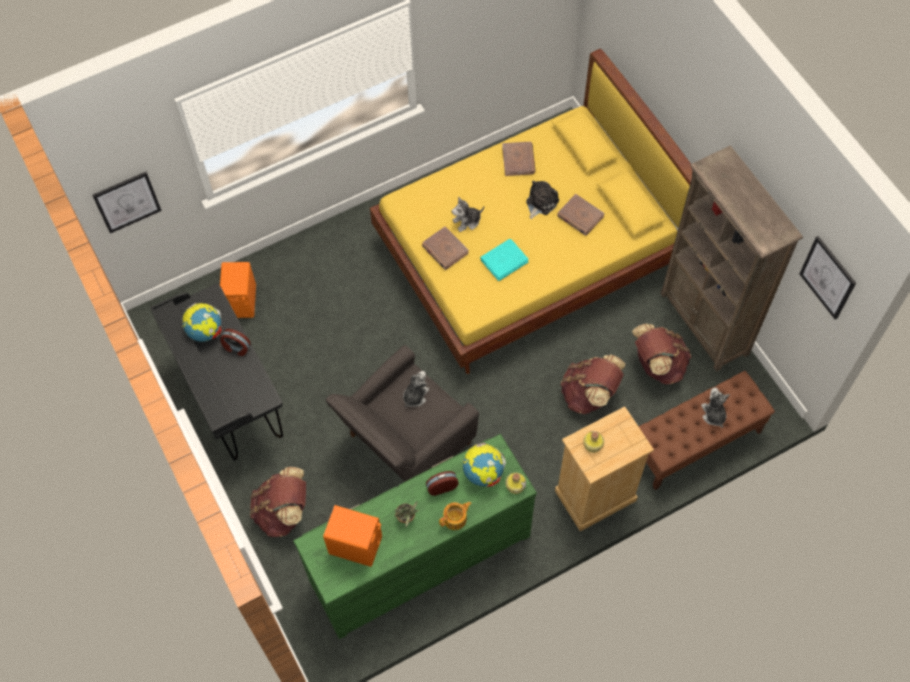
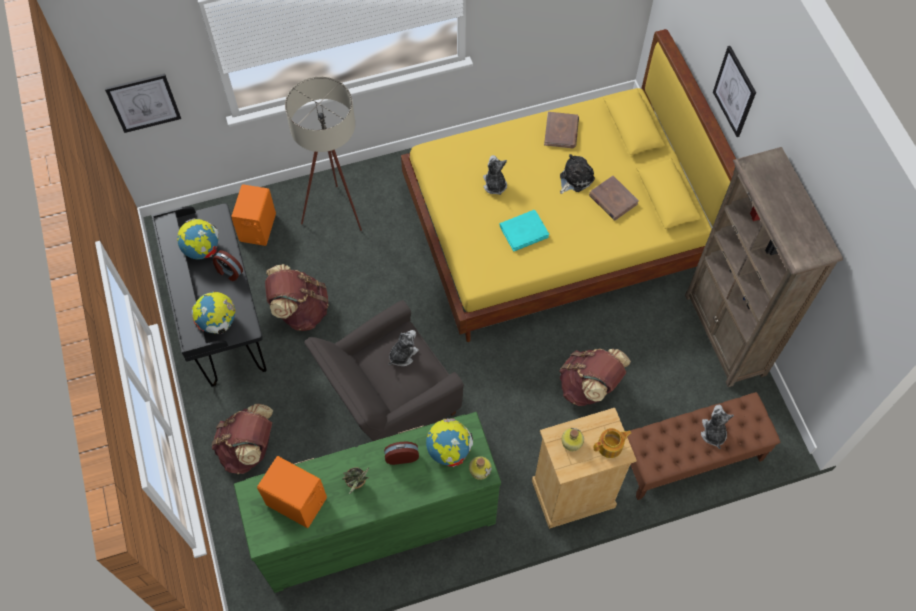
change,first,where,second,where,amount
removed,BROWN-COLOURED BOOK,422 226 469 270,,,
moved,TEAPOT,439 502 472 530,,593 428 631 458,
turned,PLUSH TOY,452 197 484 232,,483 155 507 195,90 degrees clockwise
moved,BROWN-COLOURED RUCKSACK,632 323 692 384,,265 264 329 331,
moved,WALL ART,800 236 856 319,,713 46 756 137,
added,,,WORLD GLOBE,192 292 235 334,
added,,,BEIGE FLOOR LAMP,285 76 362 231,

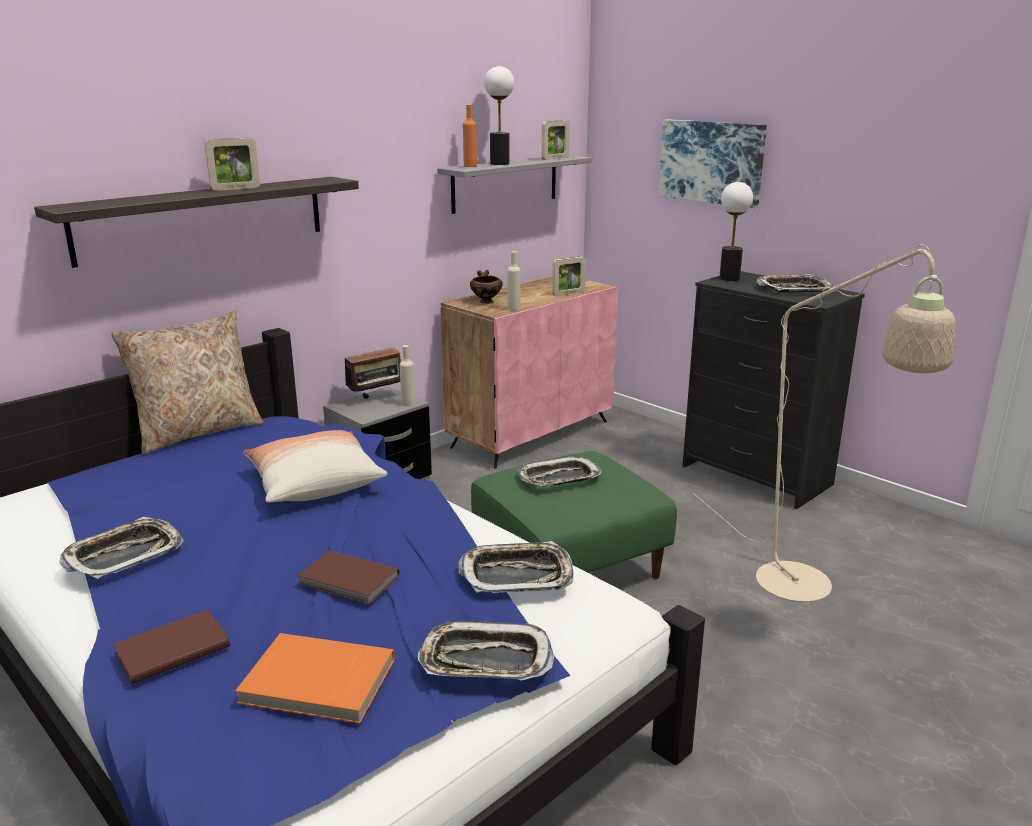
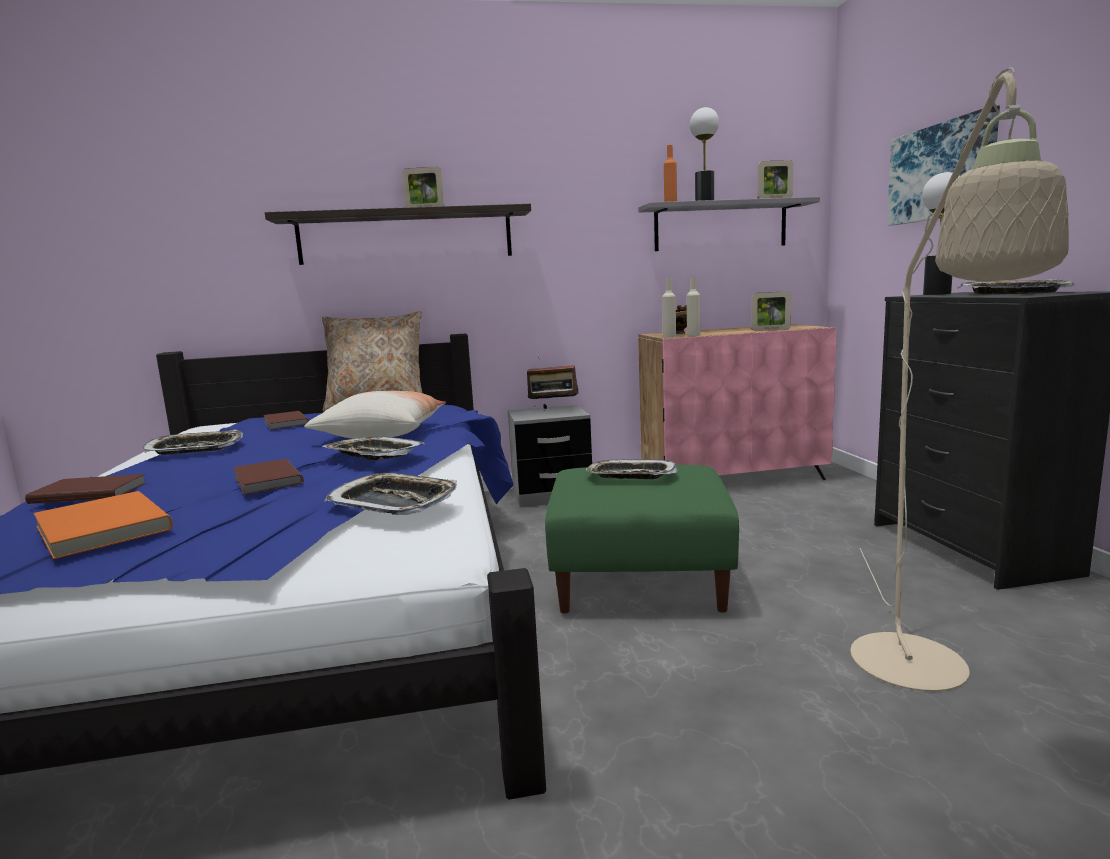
change,first,where,second,where,amount
moved,BEIGE BOTTLE,399 345 415 406,,662 278 676 338,
moved,SERVING TRAY,418 621 554 680,,323 436 426 460,
added,,,BROWN-COLOURED BOOK,263 411 309 430,

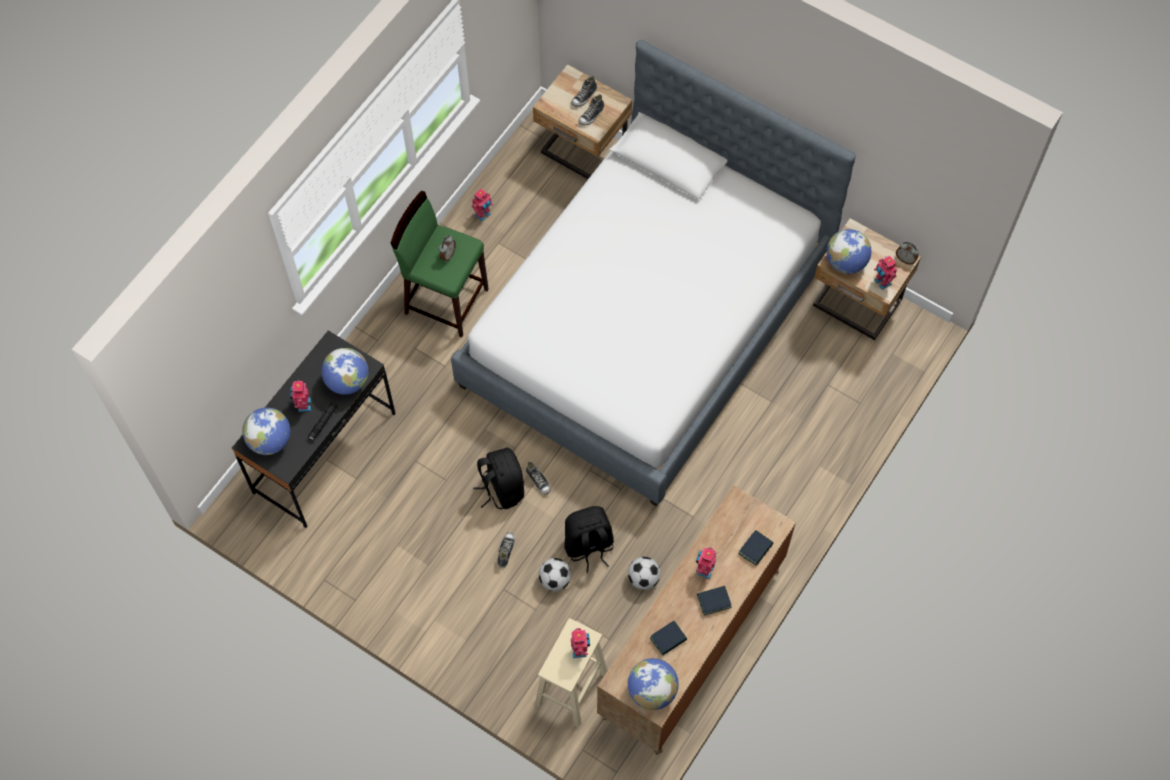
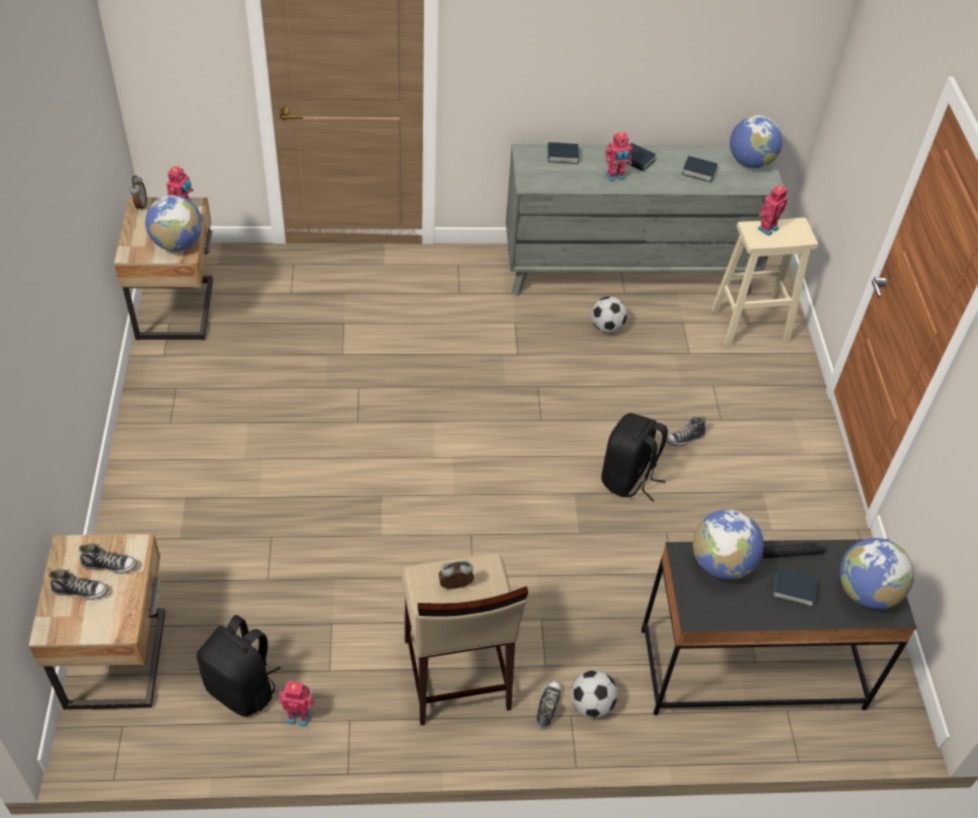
change,first,where,second,where,amount
replaced,MODEL ROBOT,290 381 311 412,BOOK,772 567 818 608,
recoloured,GREENISH STOOL SEAT,391 191 489 337,BEIGE STOOL SEAT,402 553 528 725,
removed,BEDROOM BED,451 40 856 506,,,
moved,LOW SHOE,526 461 551 494,,536 680 562 729,
moved,BALL FOR FOOTBALL,539 558 571 591,,571 670 617 718,
moved,BLACKISH RUCKSACK,564 506 614 574,,196 615 281 717,
recoloured,BROWN-COLOURED CHEST OF DRAWERS,597 485 796 755,GREYISH CHEST OF DRAWERS,506 144 784 296,

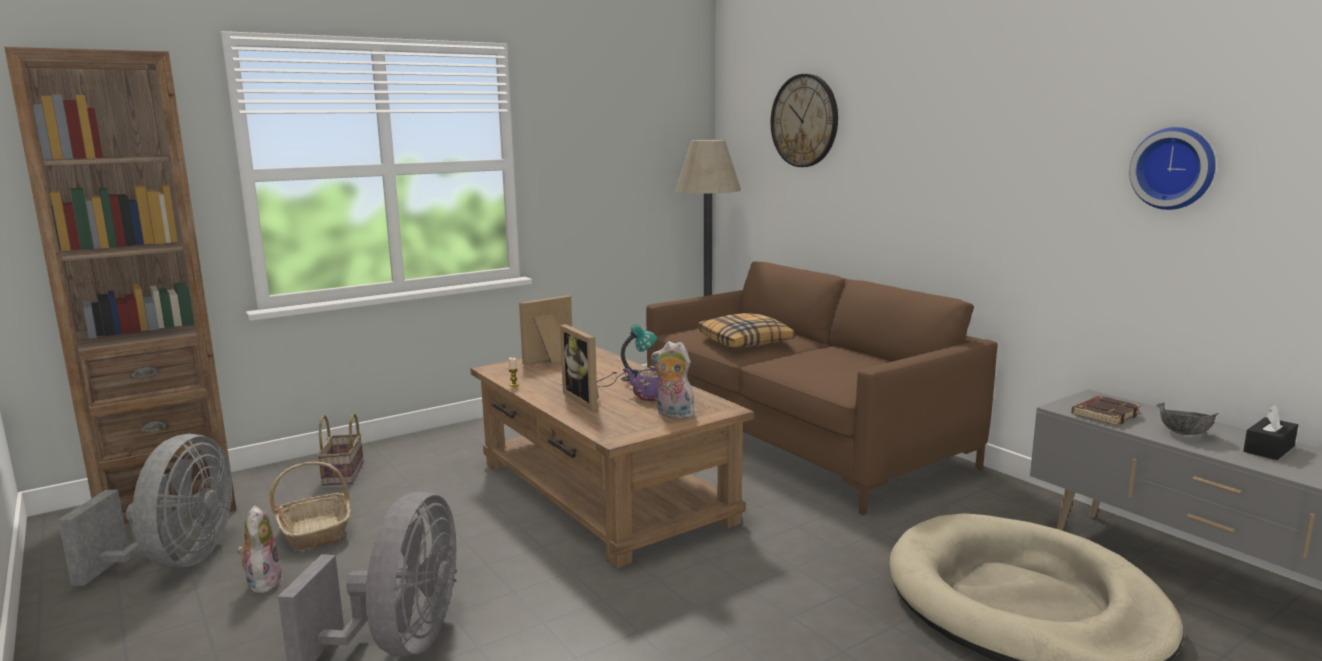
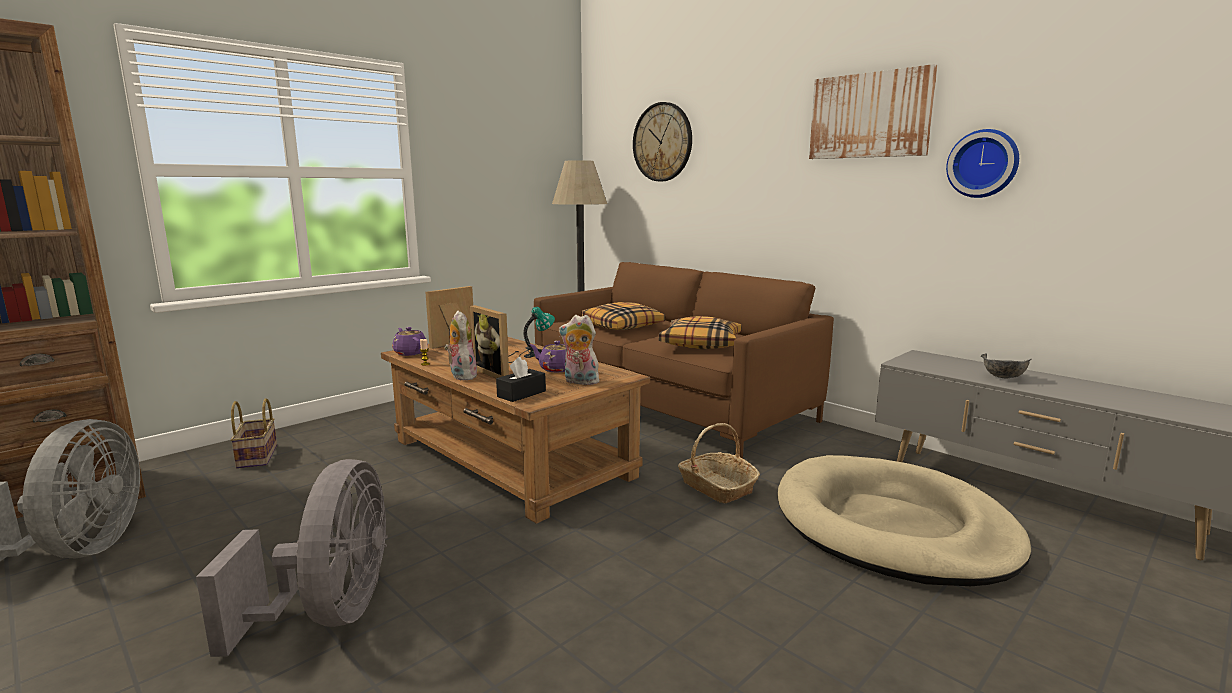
change,first,where,second,where,amount
moved,PLUSH TOY,237 506 283 593,,445 310 477 380,
moved,STORAGE BASKET,270 462 351 550,,678 423 760 503,
removed,BROWN-COLOURED BOOK,1071 396 1141 426,,,
moved,BLACKISH TISSUE BOX,1243 404 1298 460,,496 357 546 402,
added,,,PURPLE TEAPOT,392 327 428 356,
added,,,PILLOW,659 316 742 349,
added,,,WALL ART,809 64 938 159,

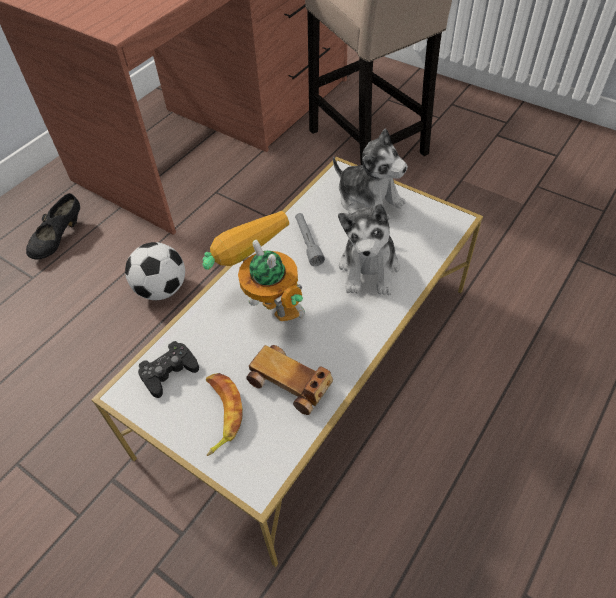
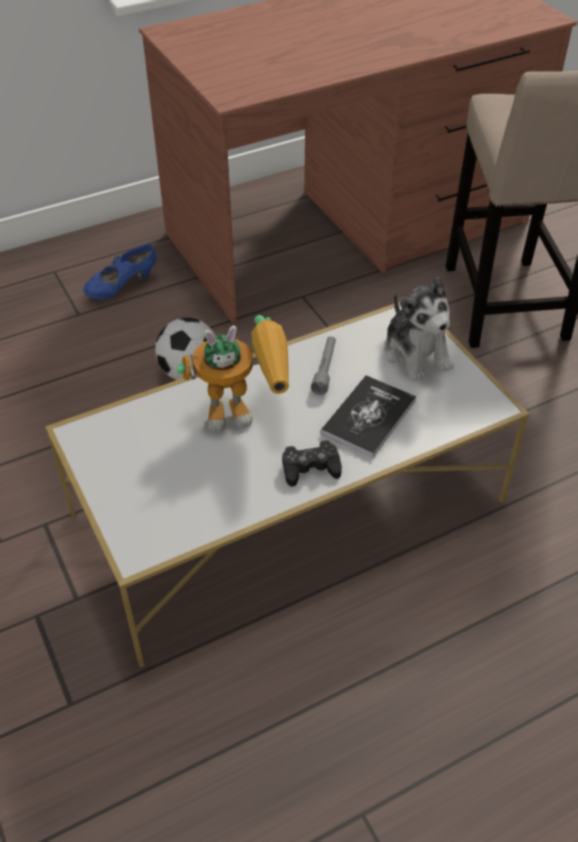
change,first,where,second,where,amount
recoloured,BLACKISH LOW SHOE,26 193 80 259,BLUISH LOW SHOE,83 244 157 300,
moved,BLACKISH GAMEPAD,138 341 199 398,,282 440 342 487,
turned,MODEL ROBOT,203 211 305 321,,176 315 289 433,90 degrees clockwise
removed,BANANA FRUIT,206 373 243 456,,,
removed,MINIATURE CAR,246 345 333 415,,,
replaced,PLUSH TOY,338 204 400 295,BOOK,321 375 416 458,

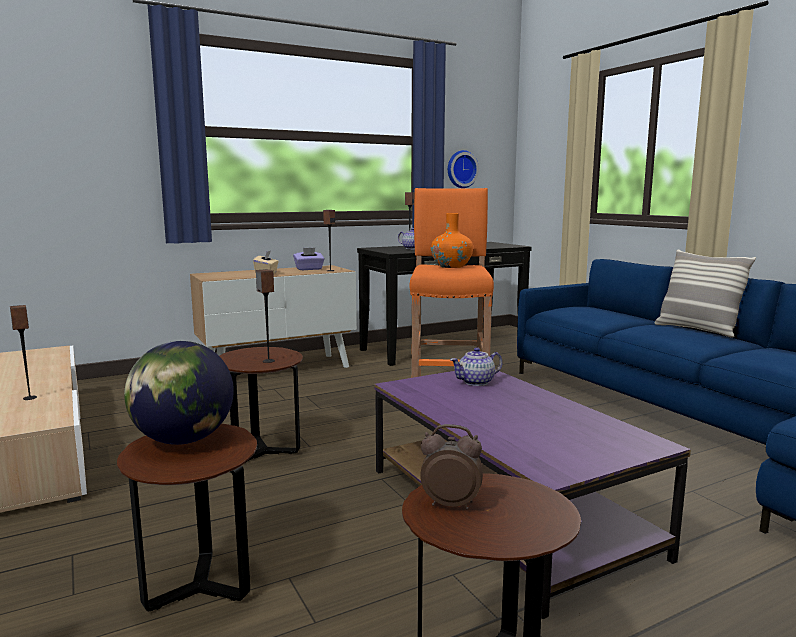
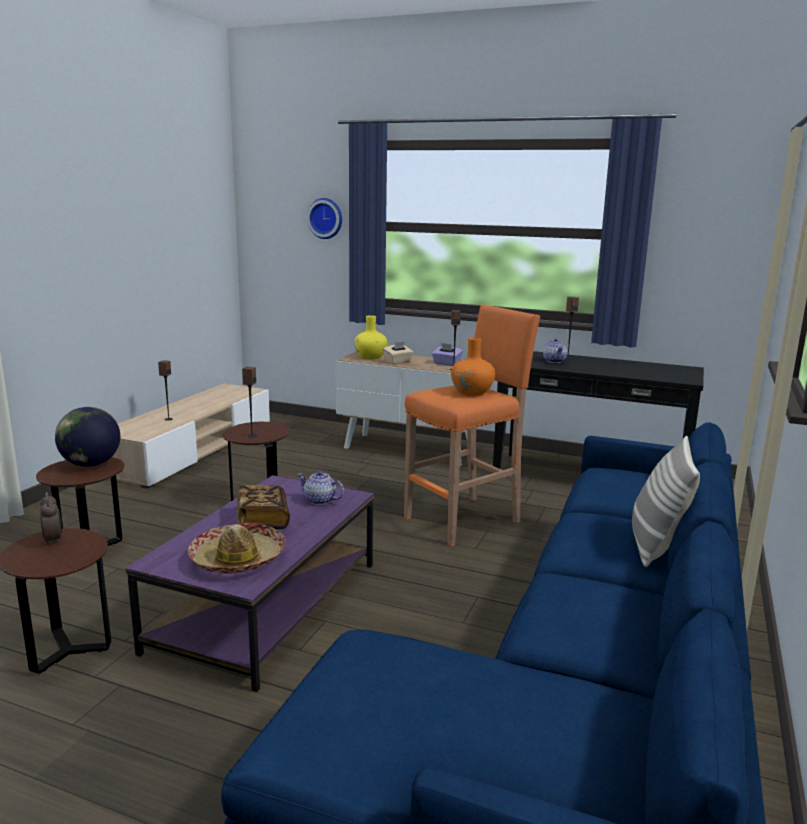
change,first,where,second,where,amount
moved,CLOCK ON THE WALL,448 150 479 188,,307 198 342 239,
added,,,CLOTHING HAT,188 523 286 574,
added,,,BOOK,237 485 290 529,
added,,,YELLOW FLOWER VASE,354 315 388 359,

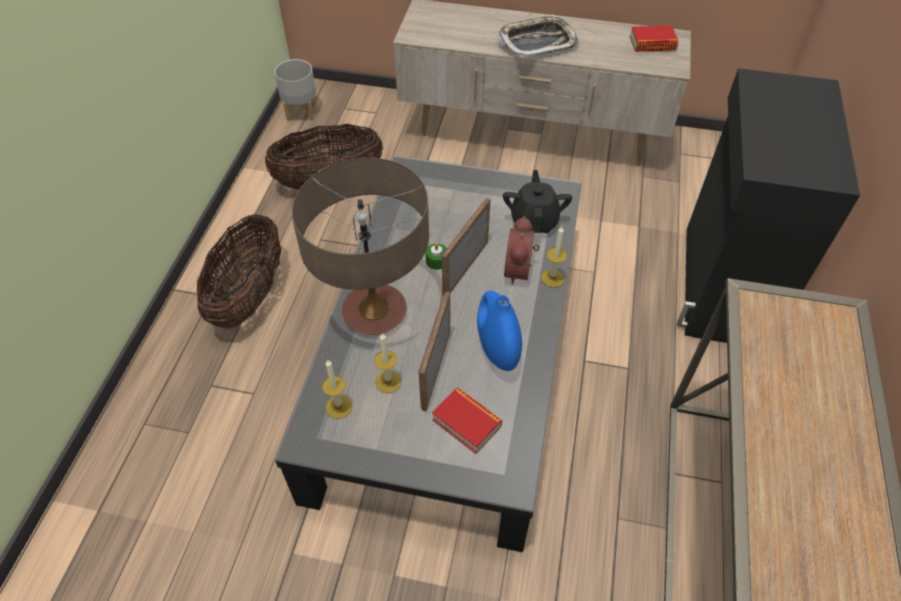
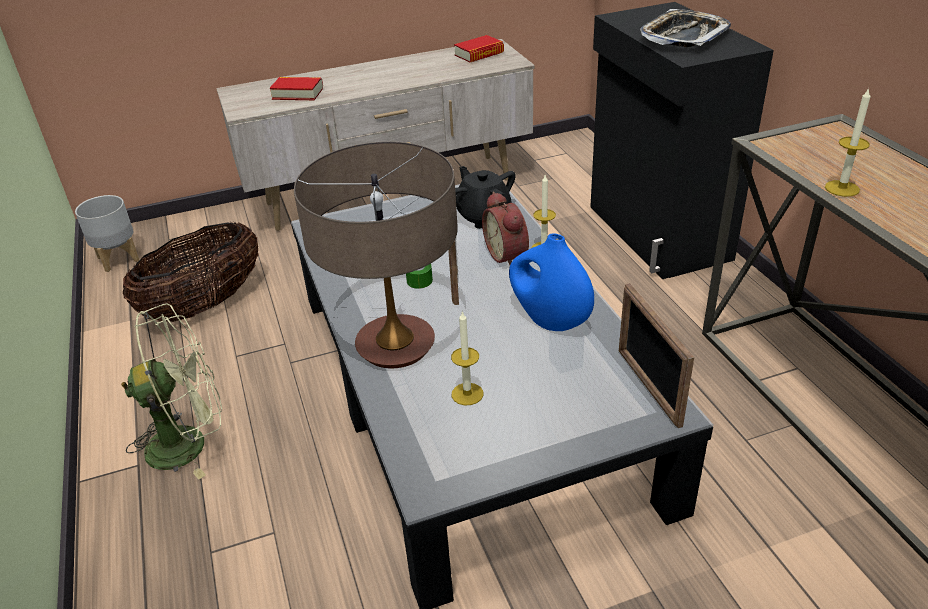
change,first,where,second,where,amount
replaced,STORAGE BASKET,197 214 281 329,GREENISH FAN,121 303 222 479,
moved,WAX CANDLE,322 360 352 419,,825 88 871 197,
moved,PICTURE FRAME,419 291 451 412,,619 283 694 428,
moved,BOOK,432 388 502 454,,270 77 323 100,
moved,SERVING TRAY,498 15 579 58,,640 9 731 47,

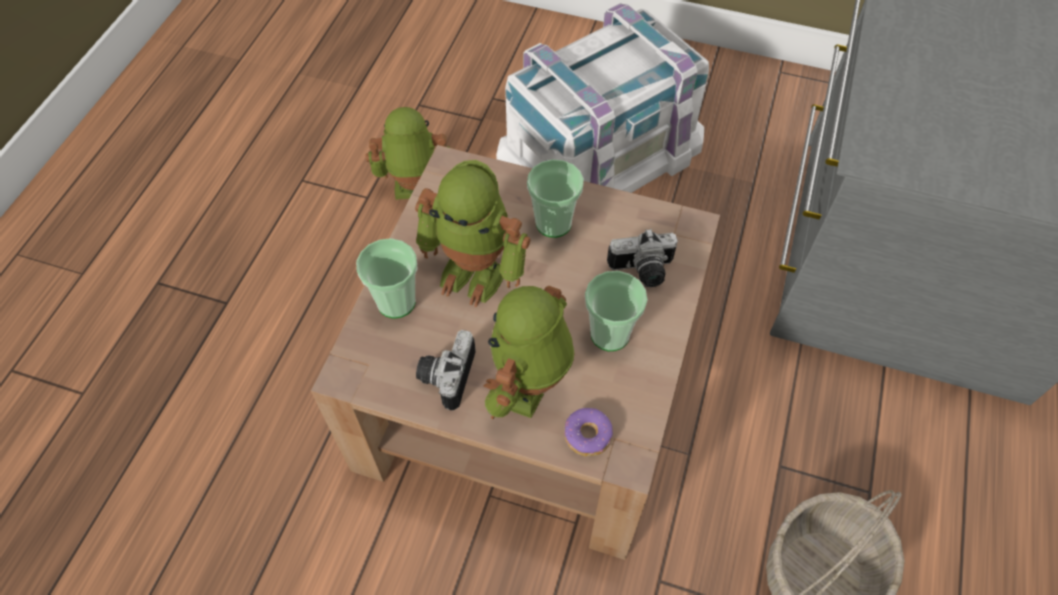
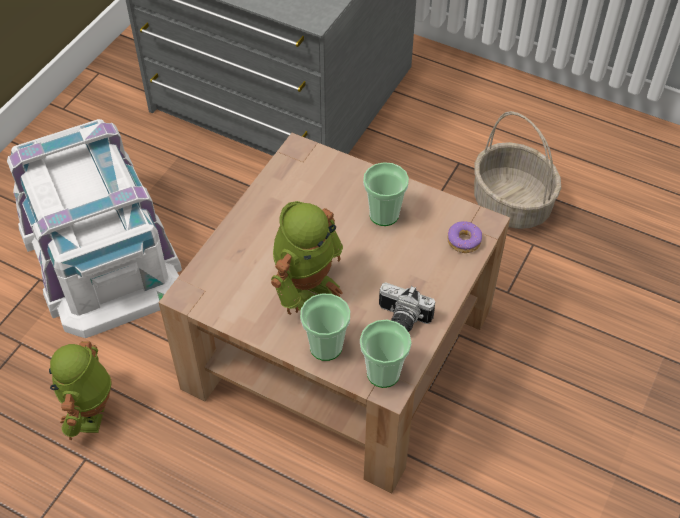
change,first,where,second,where,amount
removed,MODEL ROBOT,484 286 574 419,,,
moved,SMALL CUP,527 159 584 238,,360 320 412 388,
removed,STILL CAMERA,607 229 678 287,,,

